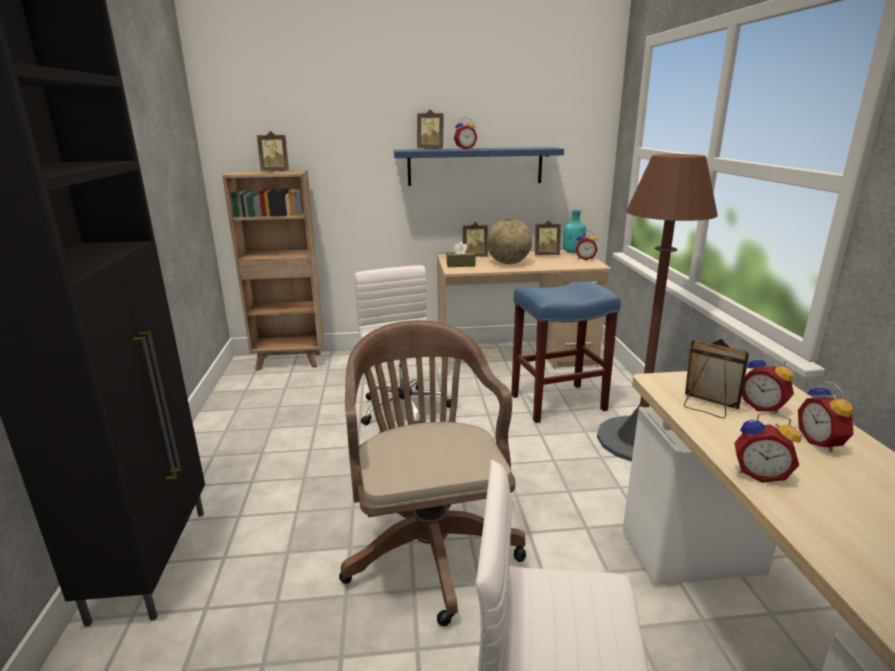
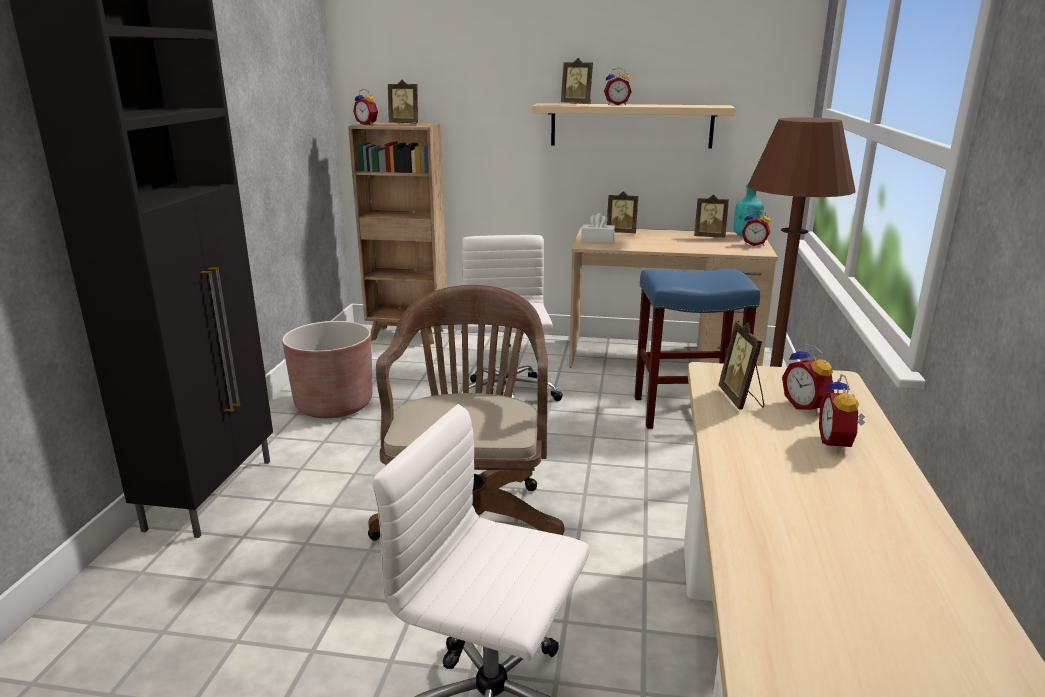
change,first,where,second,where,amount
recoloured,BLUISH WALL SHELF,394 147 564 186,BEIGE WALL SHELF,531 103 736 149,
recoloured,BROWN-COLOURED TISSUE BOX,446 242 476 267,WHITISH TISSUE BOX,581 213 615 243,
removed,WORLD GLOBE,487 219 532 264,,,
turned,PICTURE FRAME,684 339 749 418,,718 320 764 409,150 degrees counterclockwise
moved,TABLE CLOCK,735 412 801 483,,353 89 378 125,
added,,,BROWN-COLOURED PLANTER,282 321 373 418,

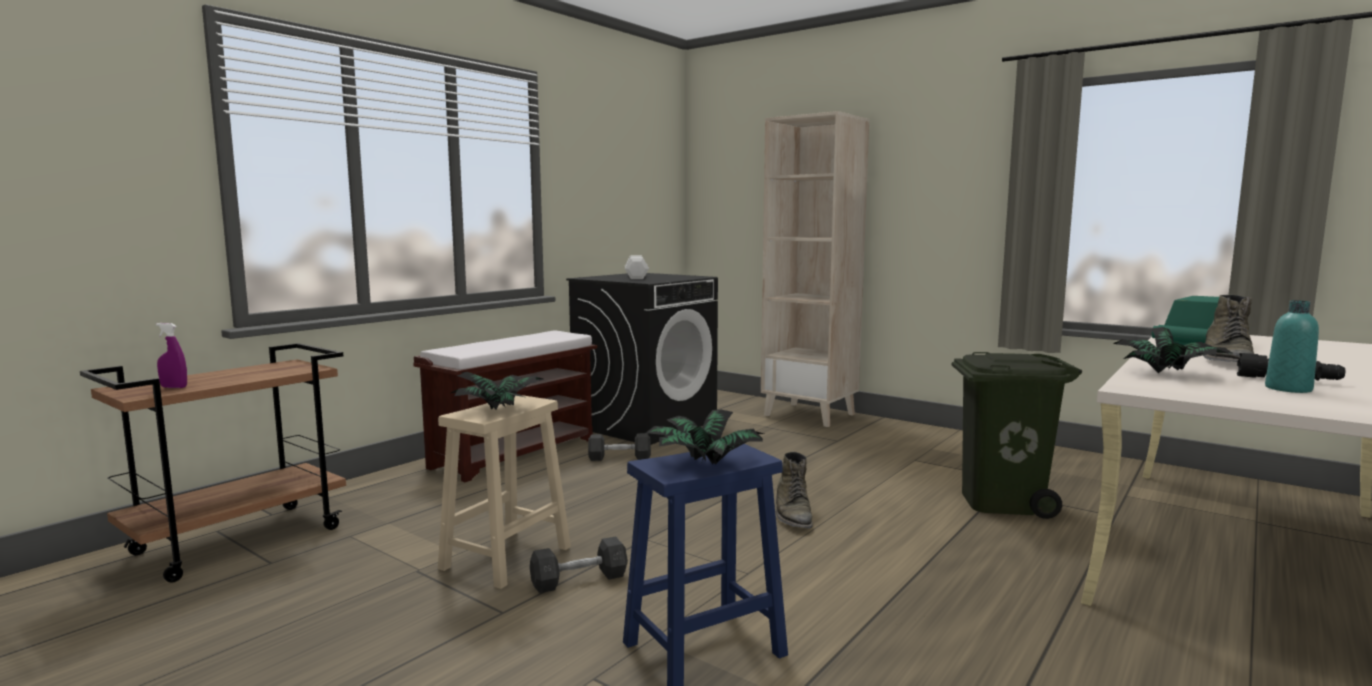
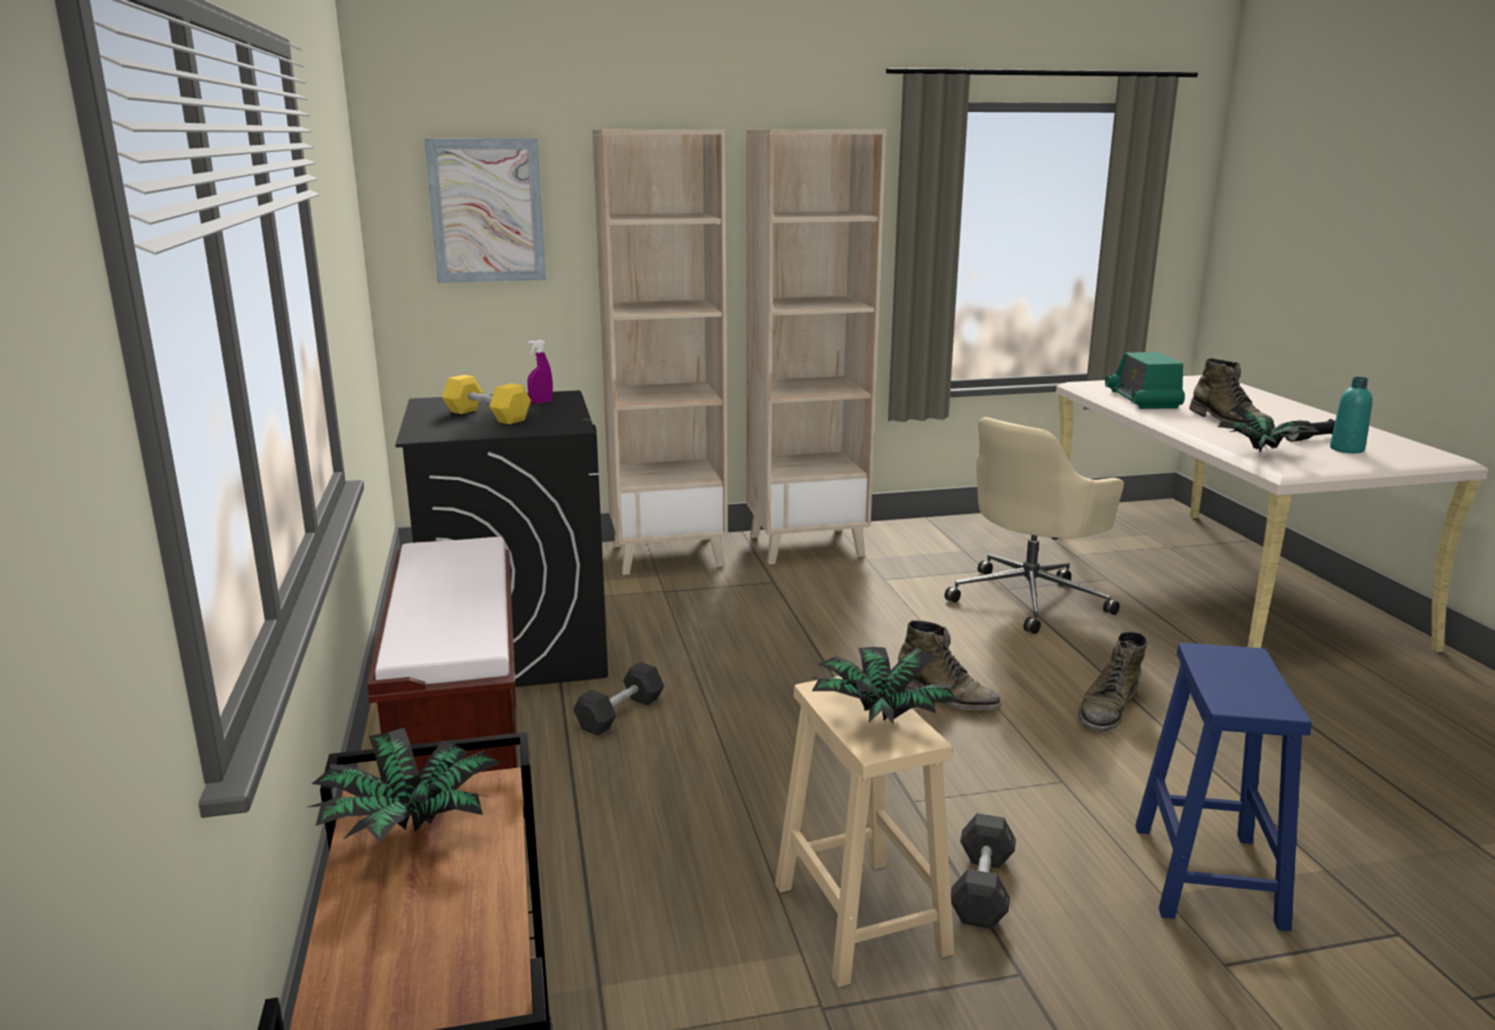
change,first,where,second,where,amount
moved,PURPLE HAND SPRAYER,156 323 187 388,,527 339 553 404,
recoloured,WHITISH DUMBBELL,625 256 649 279,YELLOW DUMBBELL,442 375 531 424,
moved,POTTED PLANT,646 409 764 465,,308 728 500 843,
replaced,GREENISH TRASH CAN,952 352 1082 519,BEIGE COMPUTER CHAIR,945 417 1124 634,
added,,,WALL ART,424 139 546 283,
added,,,BEIGE BOOKCASE,747 129 886 564,
added,,,GREENISH HIGH-TOP BOOT,1078 632 1148 731,

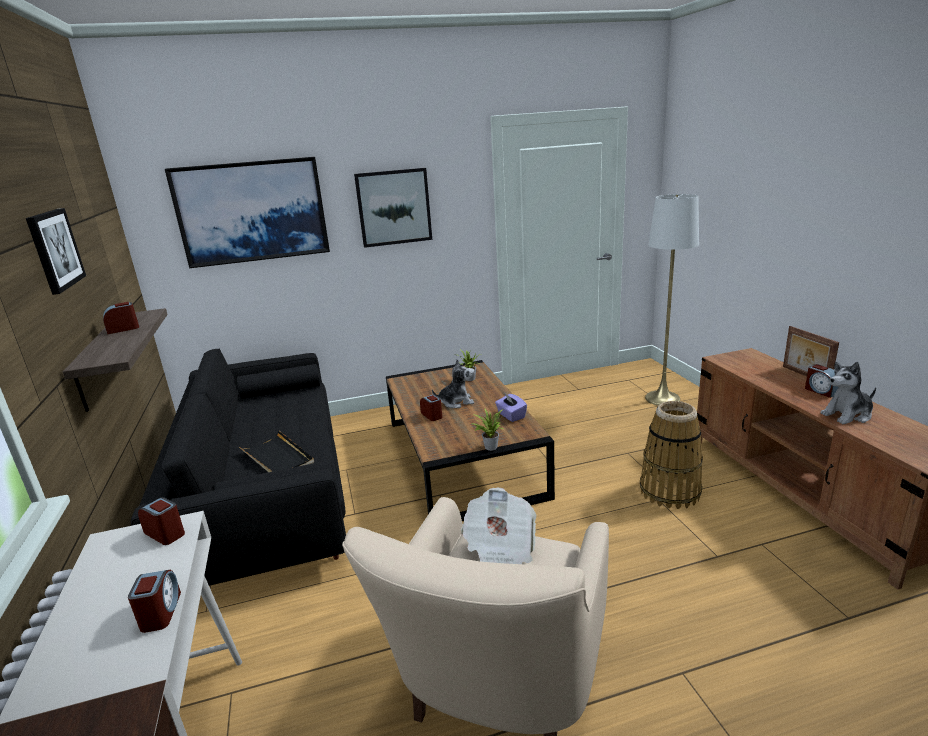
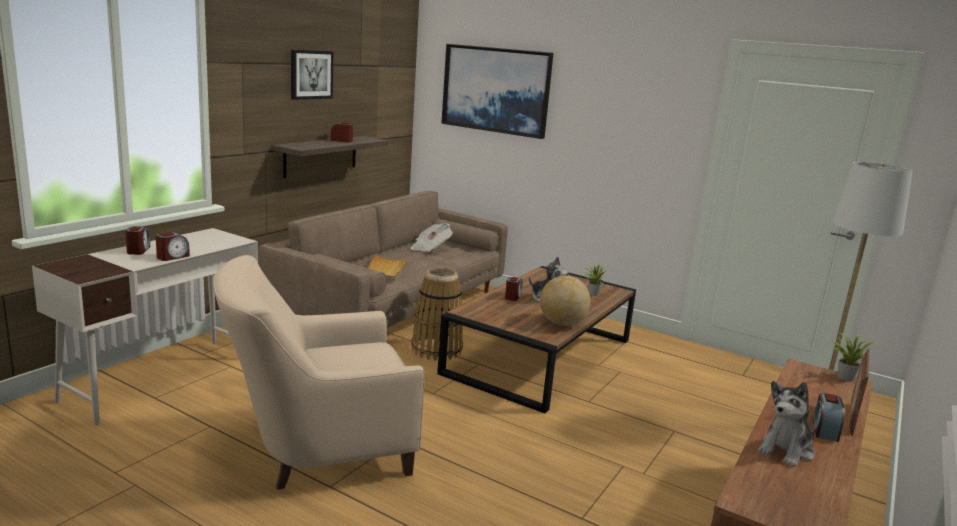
change,first,where,second,where,amount
recoloured,BLACKISH SOFA,131 349 346 586,BEIGE SOFA,258 191 508 327,
moved,TABLE CLOCK,138 497 185 545,,125 226 150 255,
recoloured,BLACKISH SERVING TRAY,239 430 314 472,BEIGE SERVING TRAY,367 253 410 281,
removed,WALL ART,354 168 432 248,,,
moved,DAILY PAPER,461 488 536 564,,411 223 453 252,
moved,POTTED PLANT,471 409 504 451,,831 332 879 382,
replaced,PURPLE TISSUE BOX,495 392 527 422,WORLD GLOBE,540 276 590 326,
moved,STORAGE BASKET,640 401 703 509,,411 267 463 361,
turned,PLUSH TOY,820 362 876 424,,758 381 814 467,75 degrees counterclockwise

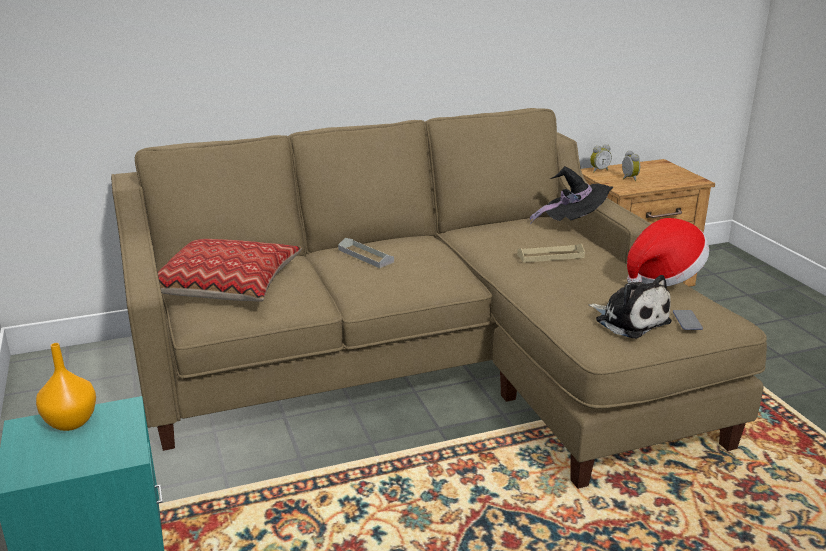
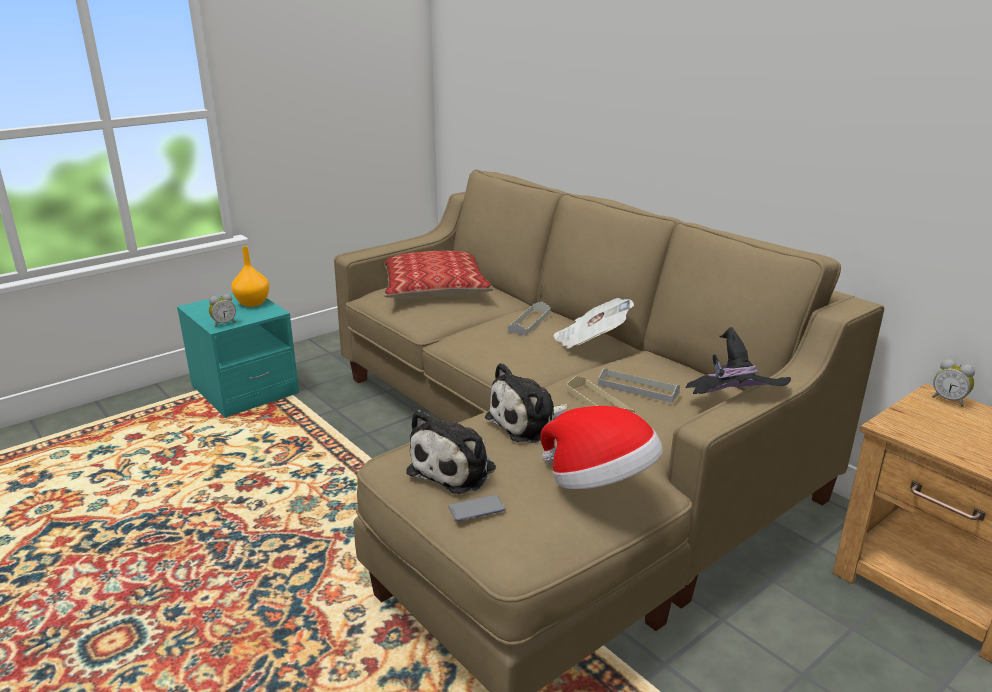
change,first,where,second,where,amount
moved,TABLE CLOCK,622 150 640 181,,209 293 236 327,
added,,,PLUSH TOY,485 363 568 443,
added,,,DAILY PAPER,553 298 634 349,
added,,,GREYISH SERVING TRAY,598 368 680 403,

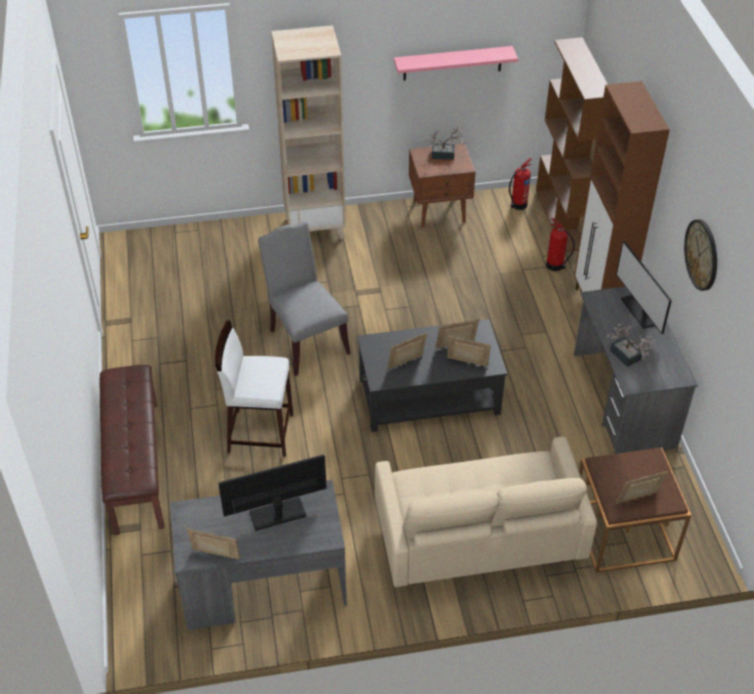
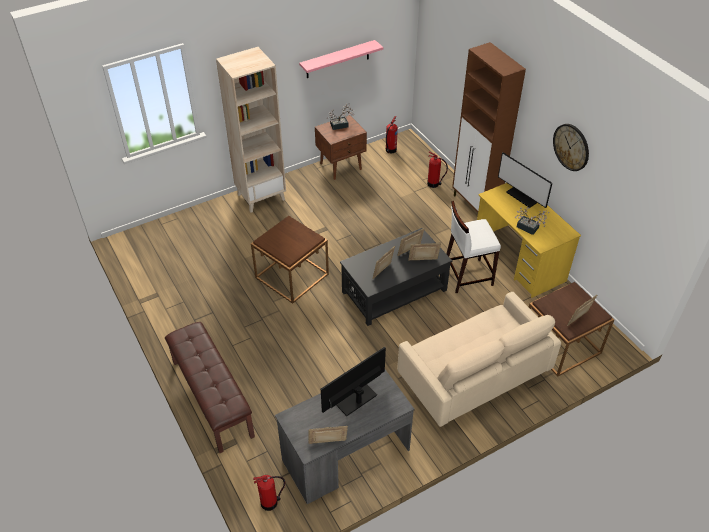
change,first,where,second,where,amount
moved,WHITISH STOOL SEAT,215 320 293 457,,447 201 501 293,
replaced,GREYISH CHAIR,258 222 351 376,BROWN-COLOURED END TABLE,251 216 329 304,
removed,BROWN-COLOURED BOOKCASE,536 37 608 252,,,
recoloured,GREYISH DESK UNIT,574 287 698 454,YELLOW DESK UNIT,477 183 581 298,
added,,,FIRE-FIGHTING CYLINDER,253 475 285 511,

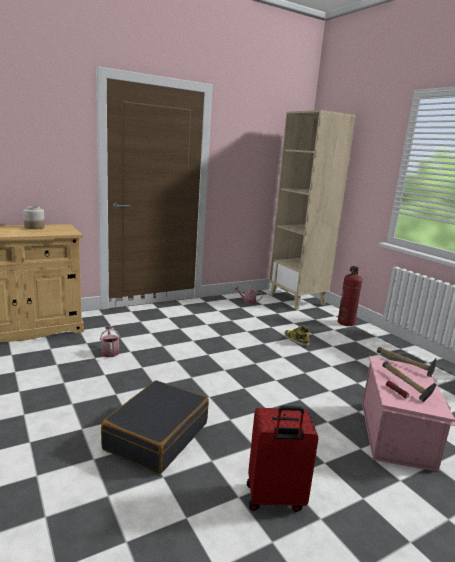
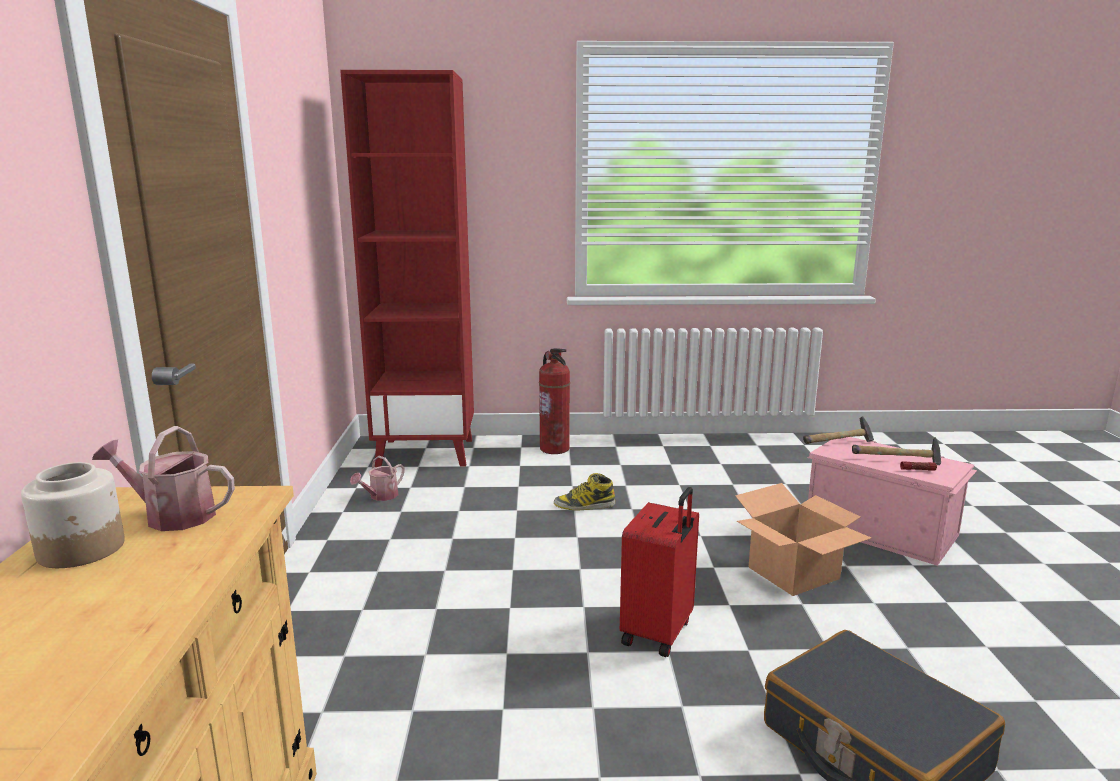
change,first,where,second,where,amount
moved,WATERING POT,100 326 120 357,,92 426 235 531,
moved,RED PIECE OF LUGGAGE,247 406 319 512,,620 487 699 657,
recoloured,BEIGE BOOKCASE,269 110 356 310,RED BOOKCASE,340 70 474 467,
added,,,CARDBOARD BOX,735 483 871 596,

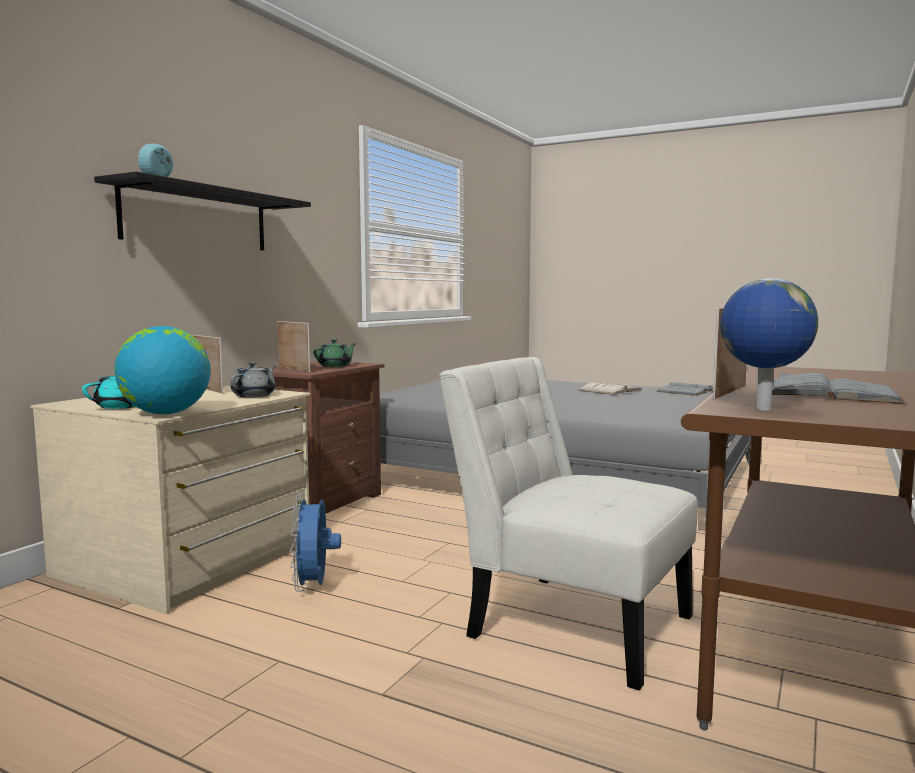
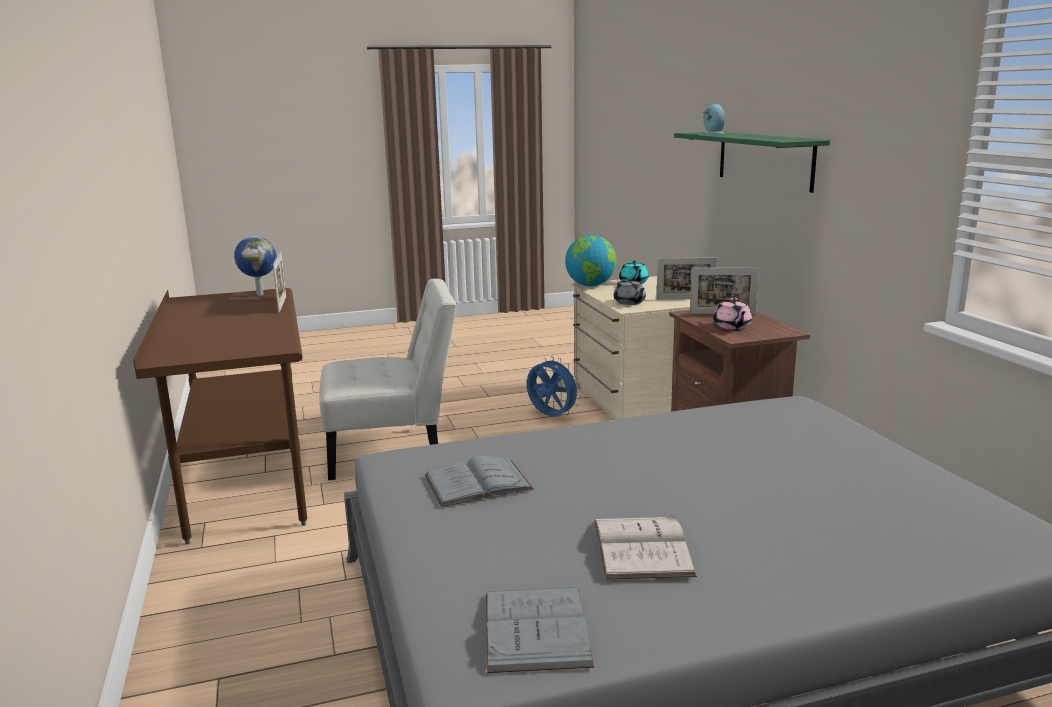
change,first,where,second,where,amount
recoloured,BLACKISH WALL SHELF,94 172 311 250,GREENISH WALL SHELF,674 132 830 193,
recoloured,GREENISH TEAPOT,313 339 356 367,PINKISH TEAPOT,713 298 752 330,
moved,GREYISH BOOK,772 372 904 404,,425 456 534 507,

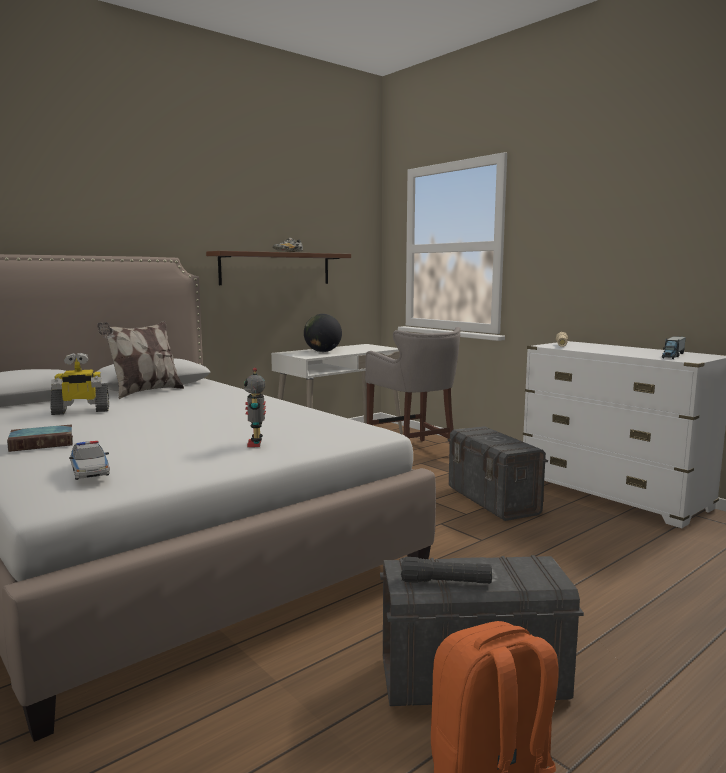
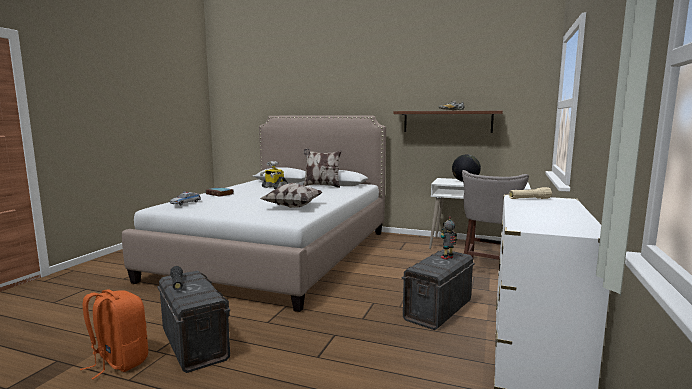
change,first,where,second,where,amount
moved,MODEL ROBOT,244 368 266 447,,441 217 457 260,
removed,TOY TRUCK,662 336 686 359,,,
added,,,PILLOW,260 183 322 208,

